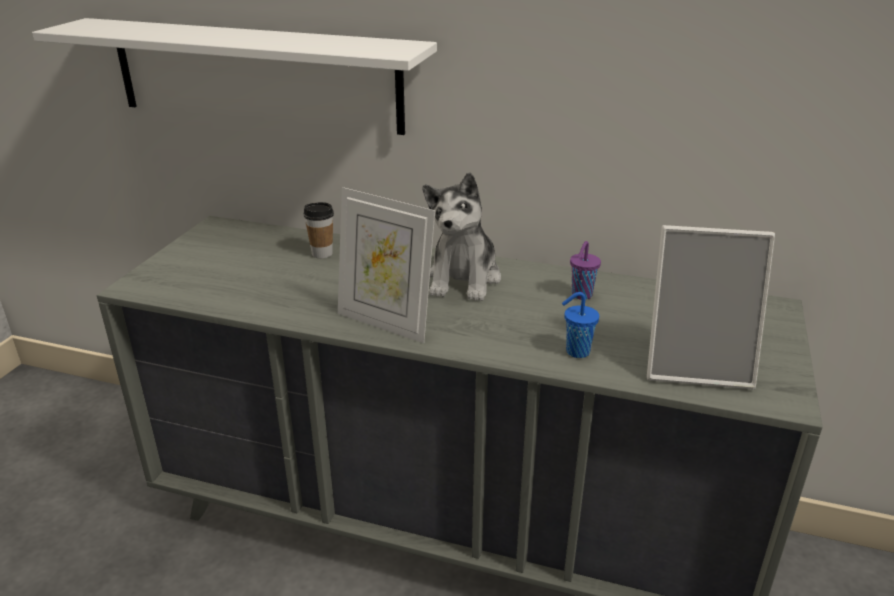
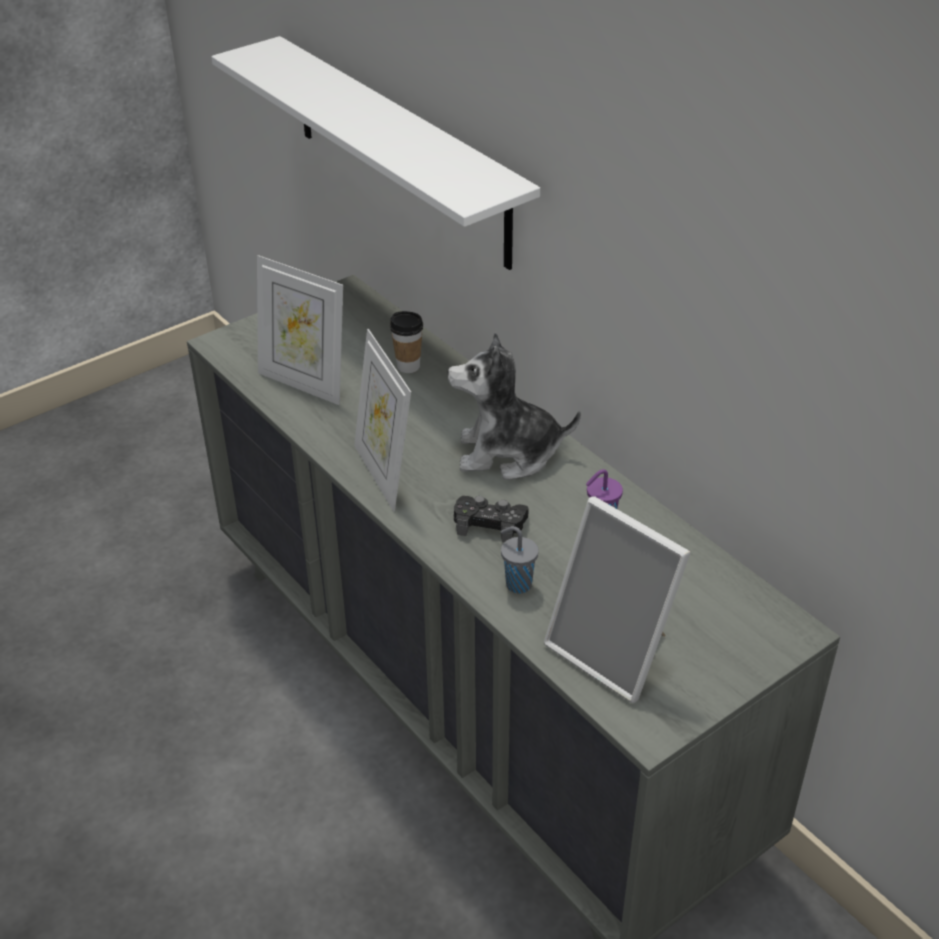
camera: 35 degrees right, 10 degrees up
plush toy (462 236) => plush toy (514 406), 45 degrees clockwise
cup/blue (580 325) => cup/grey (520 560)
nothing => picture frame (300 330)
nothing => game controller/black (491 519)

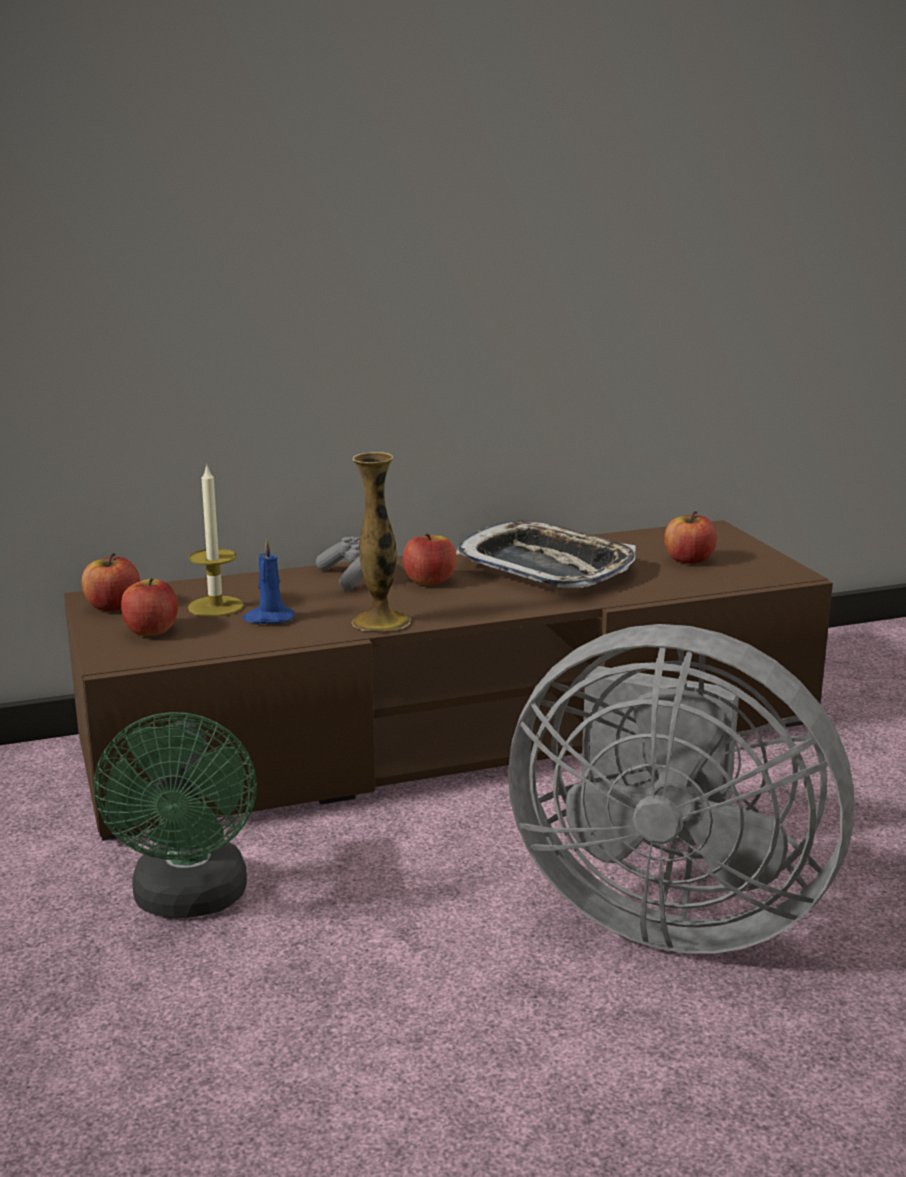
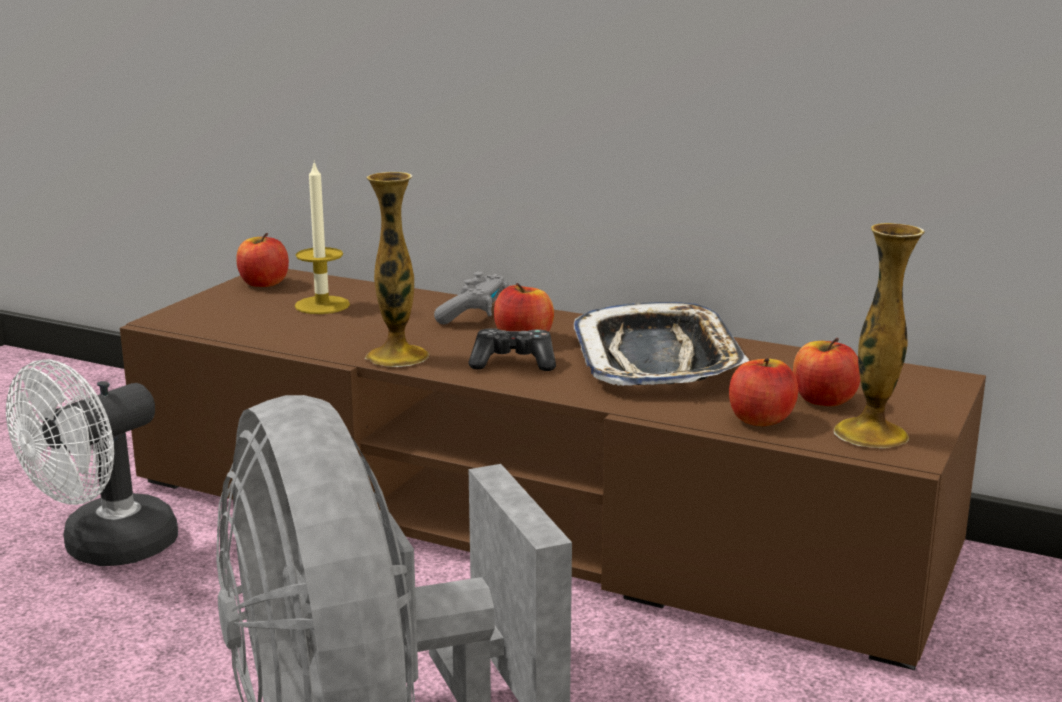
camera: 45 degrees right, 0 degrees up
fan/green (175 815) => fan/white (92 462)
apple (149 607) => apple (763 392), shifted
candle/blue (268 581) => nothing
nothing => game controller (512 349)
nothing => vase (879 335)

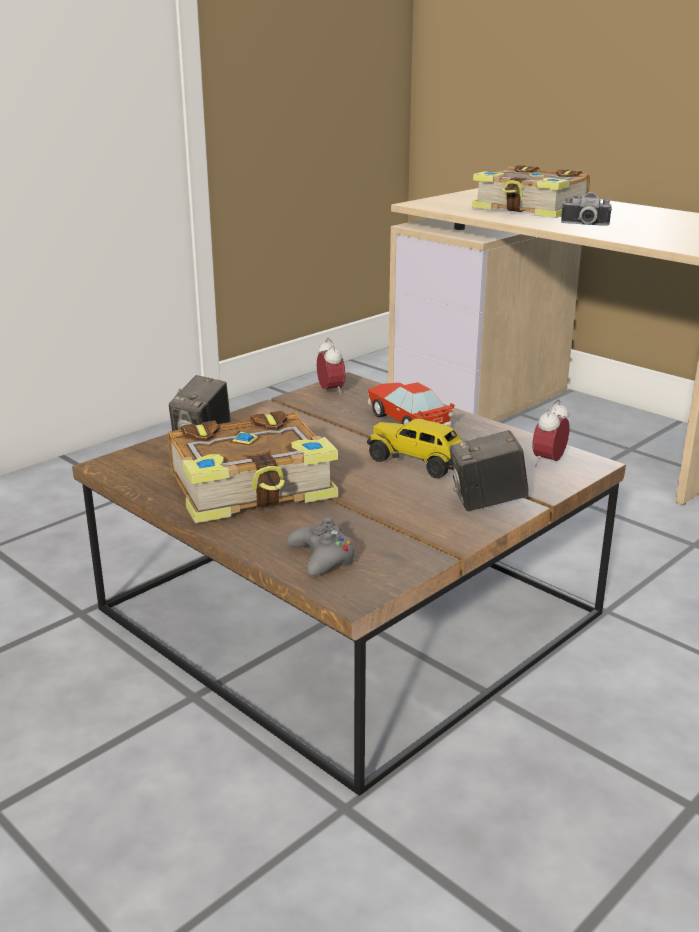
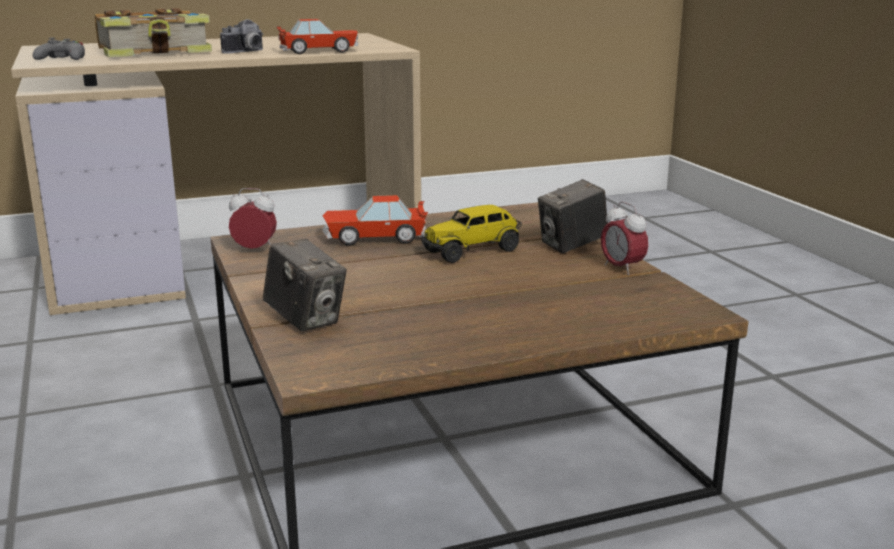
camera: 65 degrees left, 5 degrees down
book (253 466) => nothing
game controller/grey (321 546) => game controller/grey (59 49), shifted
photo camera (489 470) => photo camera (573 216), 45 degrees clockwise
alarm clock (551 433) => alarm clock (624 238), shifted
nothing => toy car (318 36)

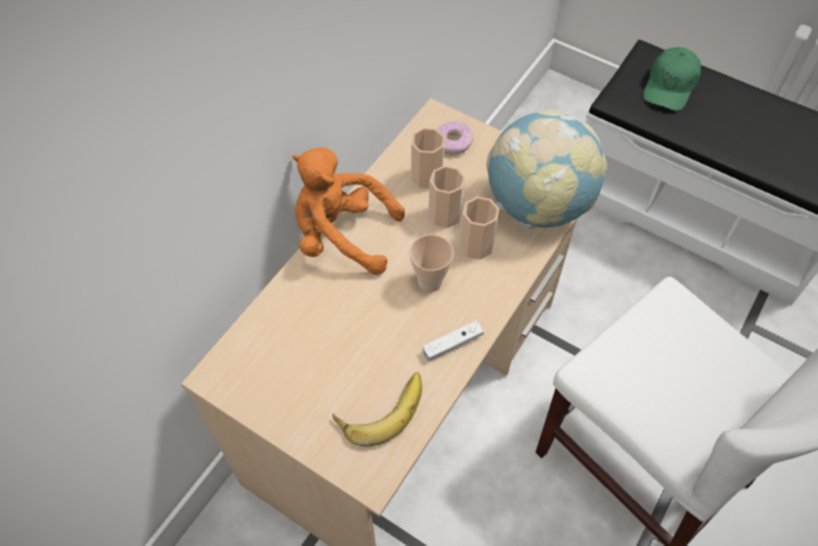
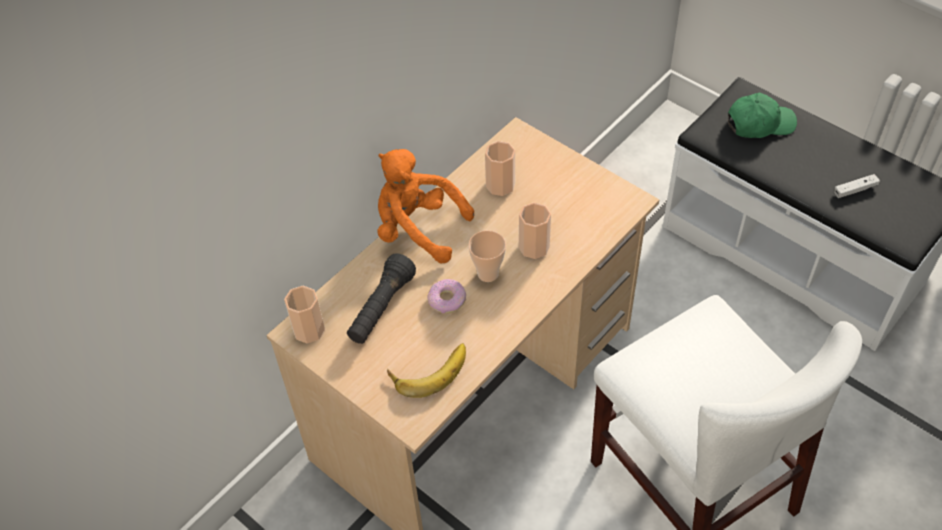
camera: 10 degrees right, 5 degrees down
game controller/white (453 341) => game controller/white (857 186), shifted
cup (446 197) => cup (304 315), shifted
donut (455 137) => donut (446 296), shifted
globe (546 169) => nothing
cap/green (672 79) => cap/green (762 115), 135 degrees counterclockwise
nothing => flashlight/black (381 298)

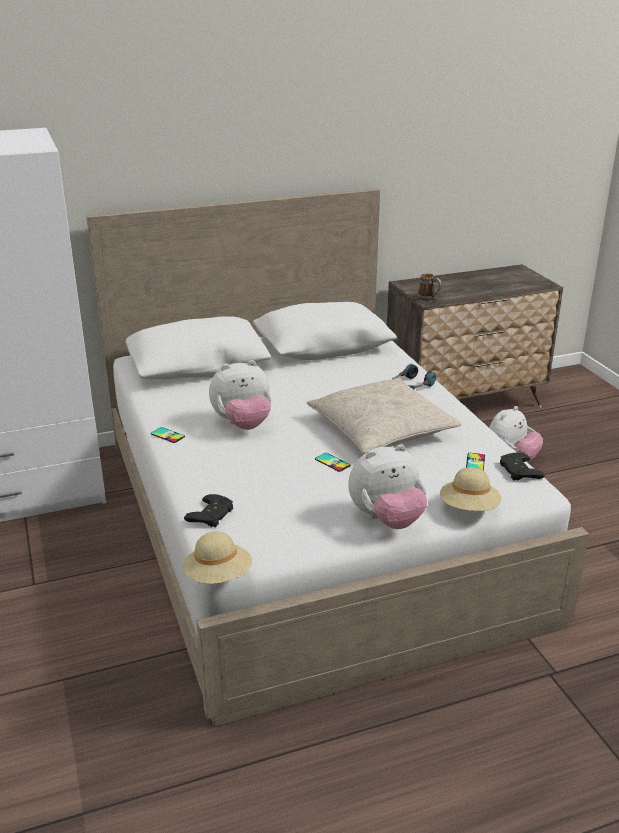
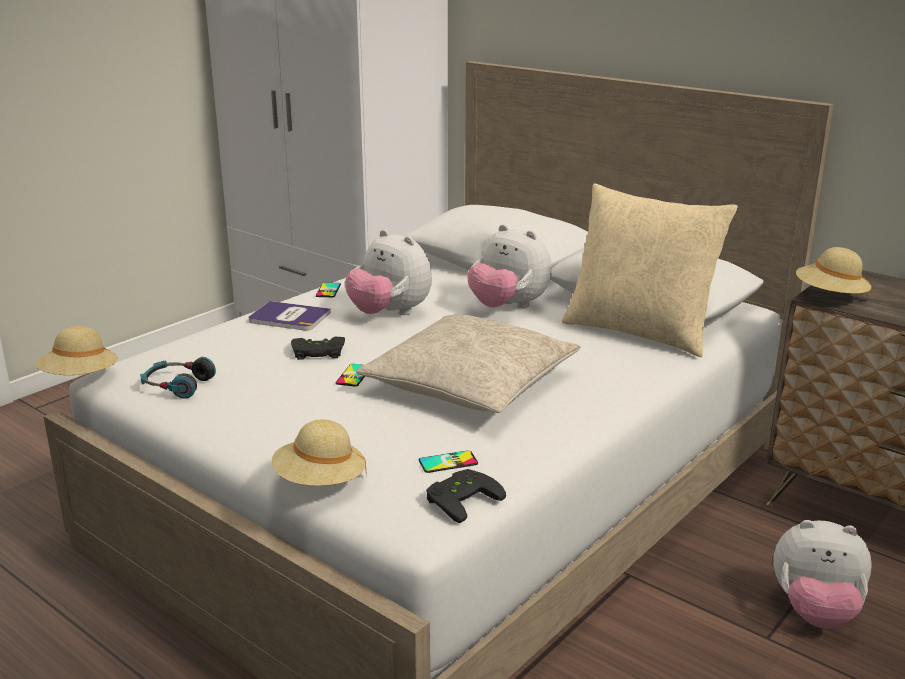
camera: 60 degrees right, 5 degrees down
game controller/black (208 510) => game controller/black (318 348), shifted
plush toy (387 486) => plush toy (510 266), shifted
headphones (414 376) => headphones (178 378), shifted
mug (429 287) => hat/beige (834 272)
nothing => book (289 315)
nothing => pillow/beige (650 270)

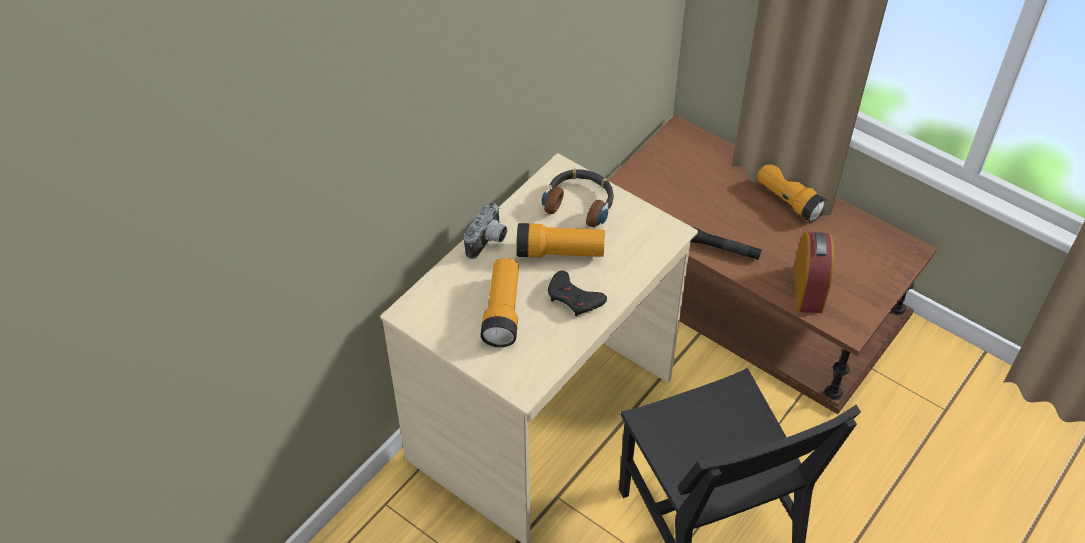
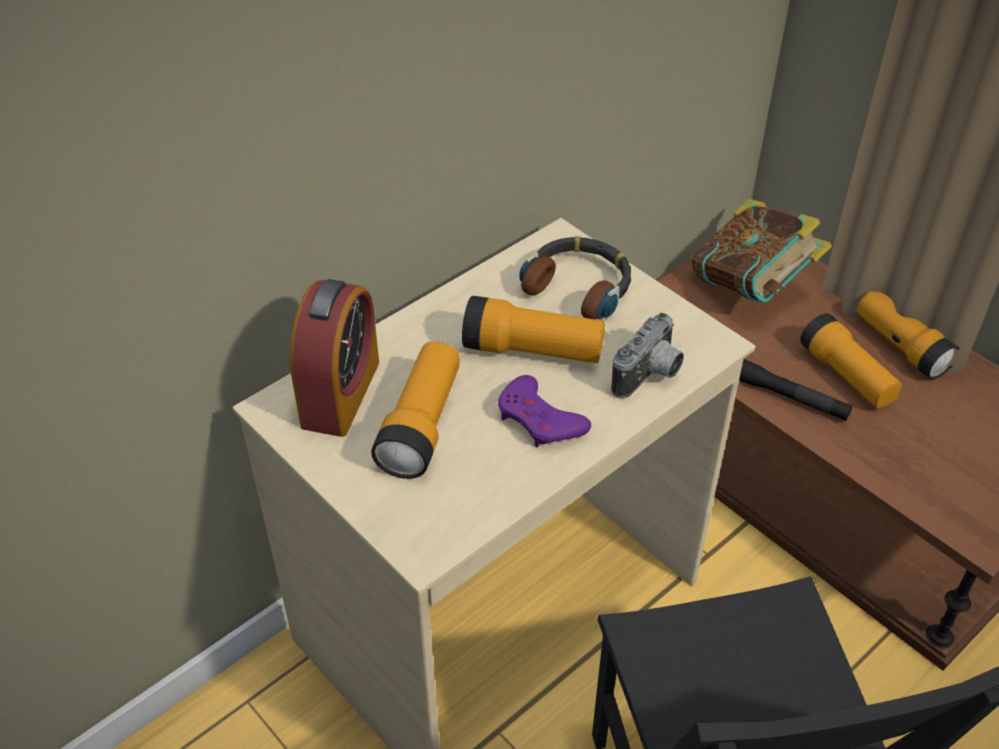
camera: 10 degrees right, 5 degrees down
photo camera (485 231) => photo camera (647 355), shifted
game controller/black (577 294) => game controller/purple (544 411)
alarm clock (814 272) => alarm clock (334 358), shifted
nothing => book (762 251)
nothing => flashlight (851 361)

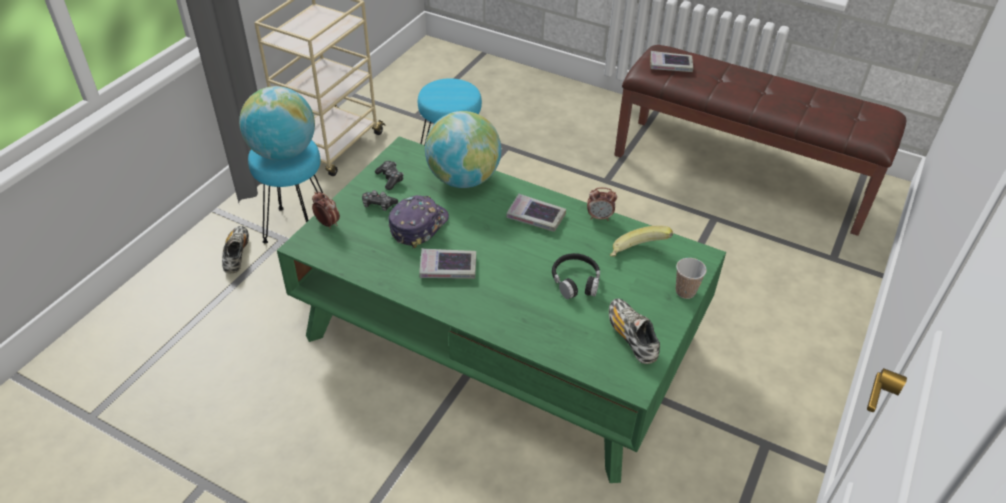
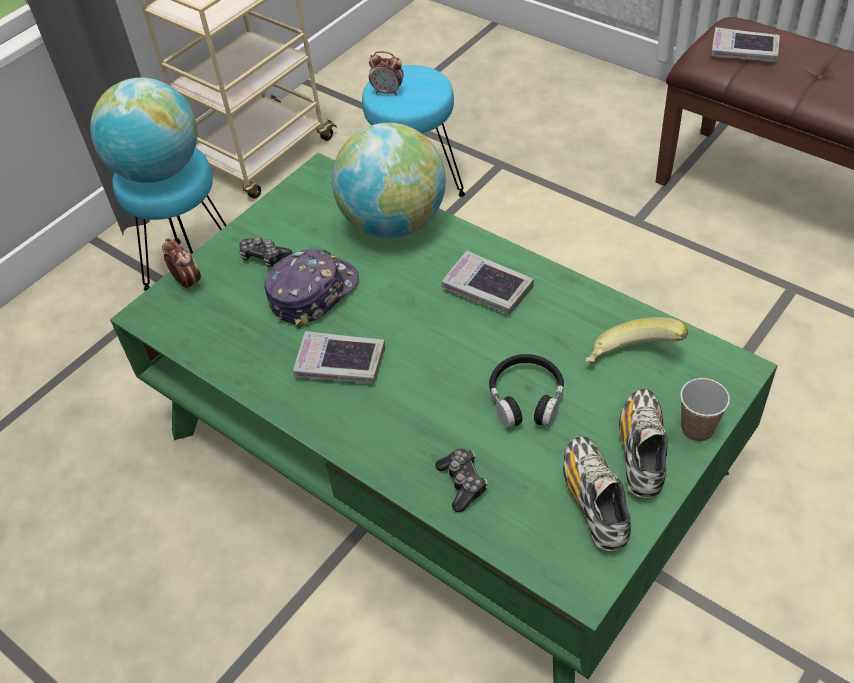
camera: 15 degrees right, 5 degrees up
shoe (235 249) => shoe (643 444), shifted
game controller (389 175) => game controller (461 480), shifted
alarm clock (602 204) => alarm clock (386 73), shifted

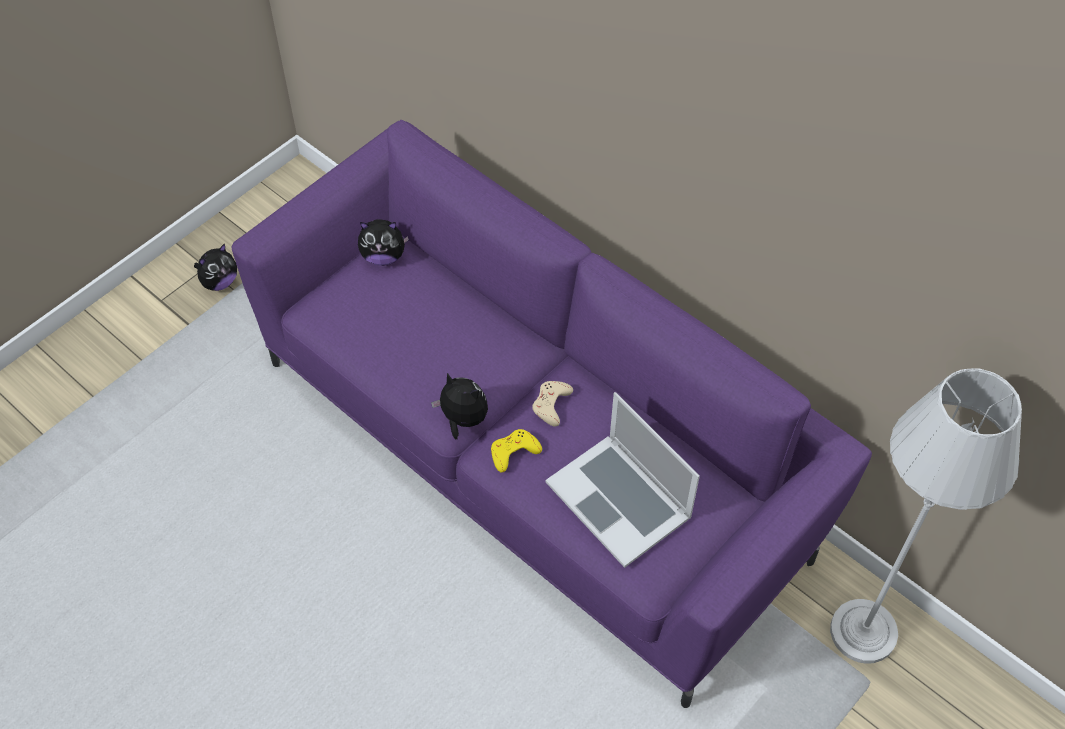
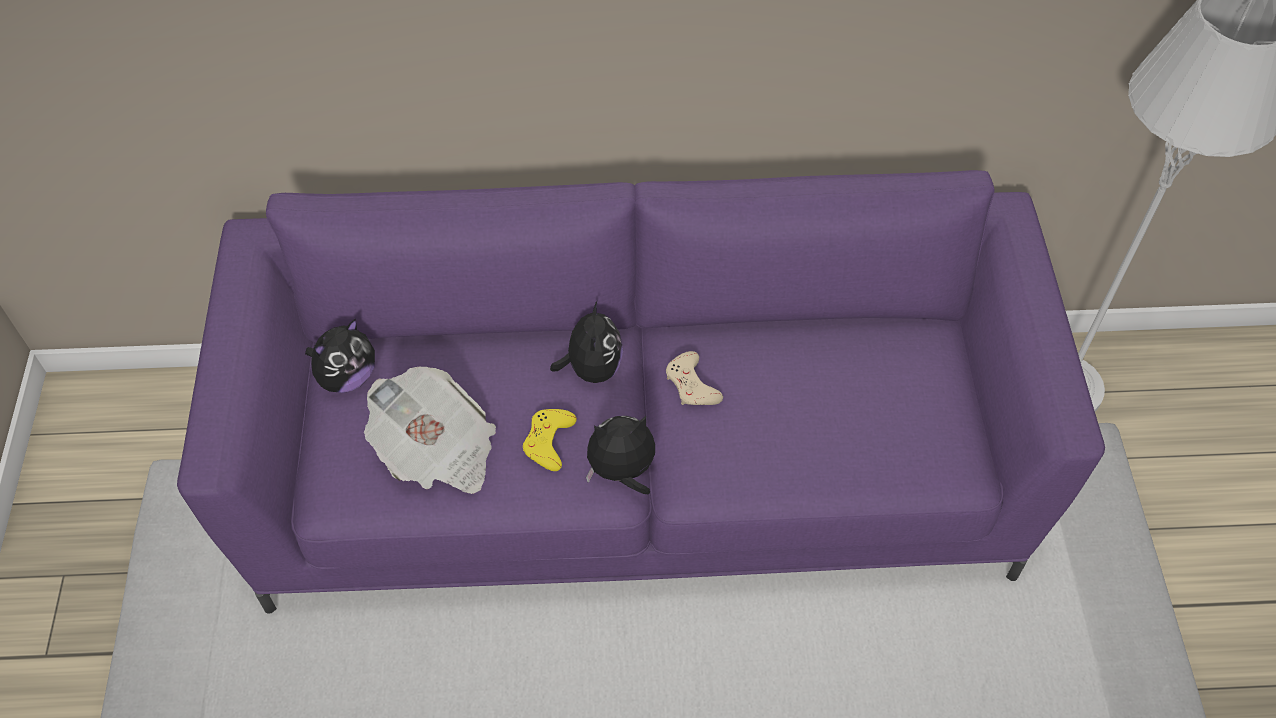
camera: 45 degrees left, 0 degrees up
plush toy (215 267) => plush toy (586 342), shifted
game controller/yellow (516 450) => game controller/yellow (550 440), shifted
laptop (623 480) => nothing
nothing => newspaper (430 430)

